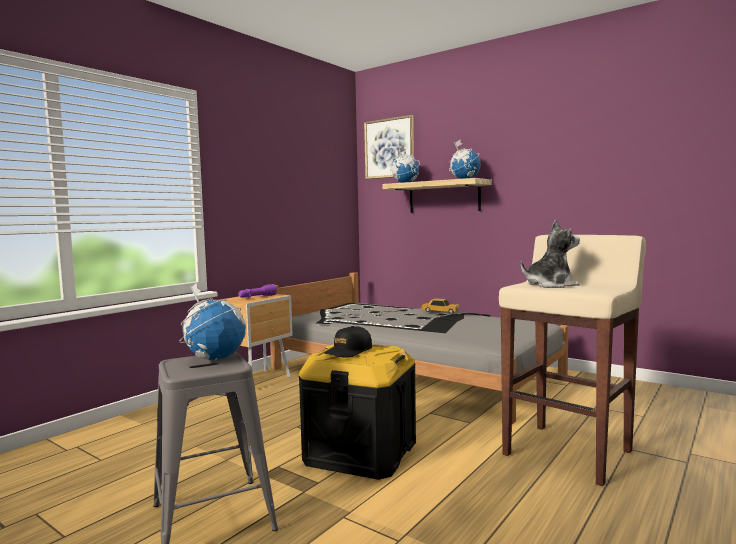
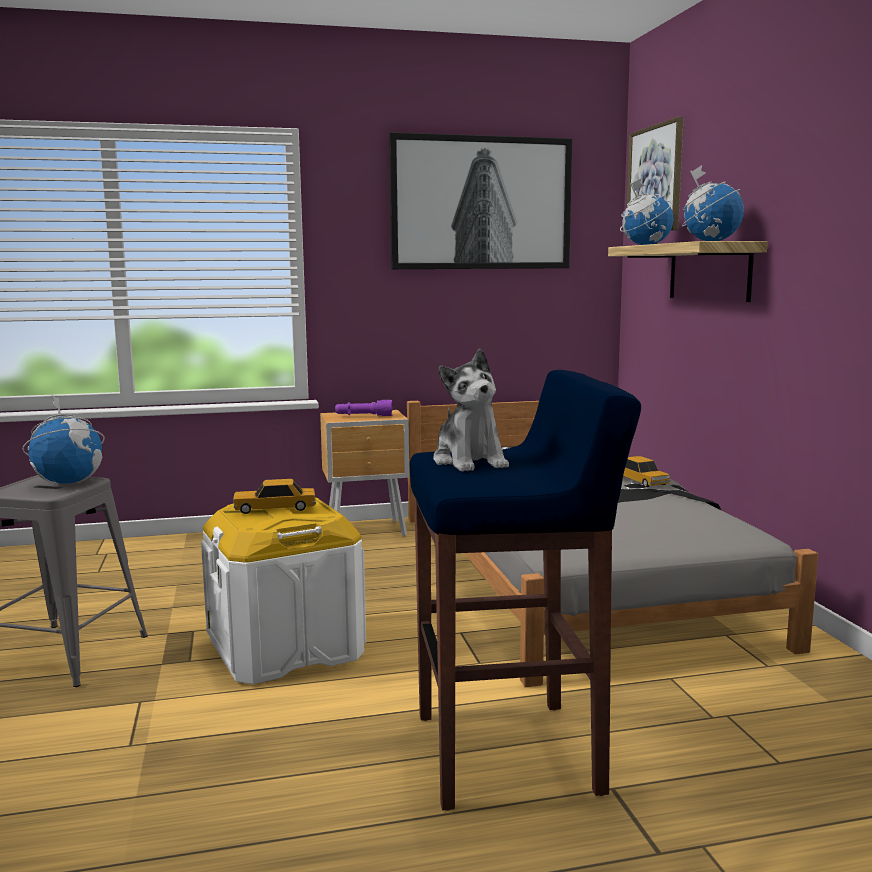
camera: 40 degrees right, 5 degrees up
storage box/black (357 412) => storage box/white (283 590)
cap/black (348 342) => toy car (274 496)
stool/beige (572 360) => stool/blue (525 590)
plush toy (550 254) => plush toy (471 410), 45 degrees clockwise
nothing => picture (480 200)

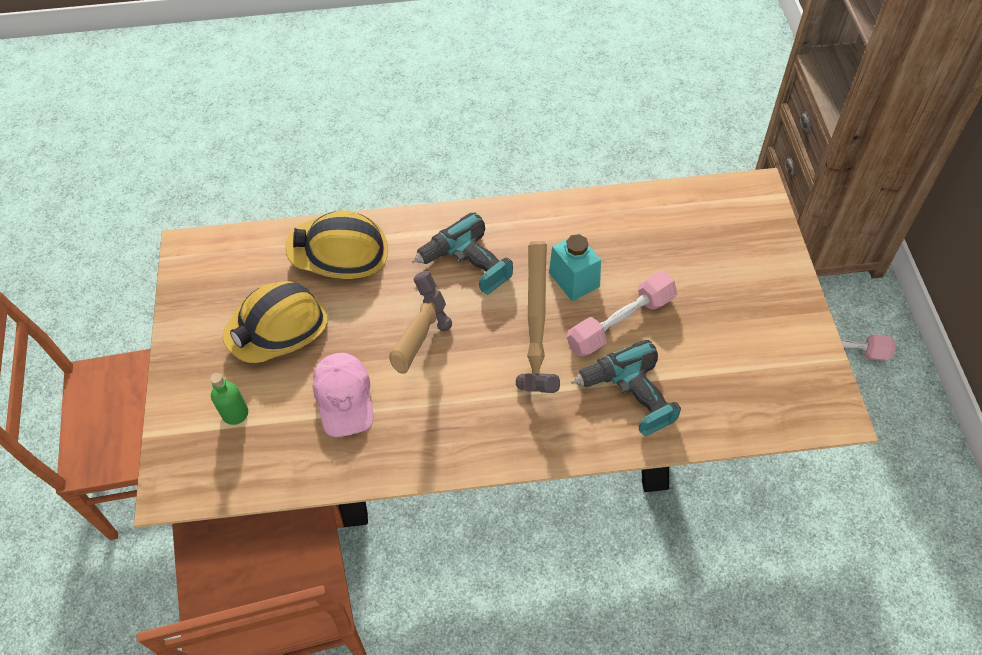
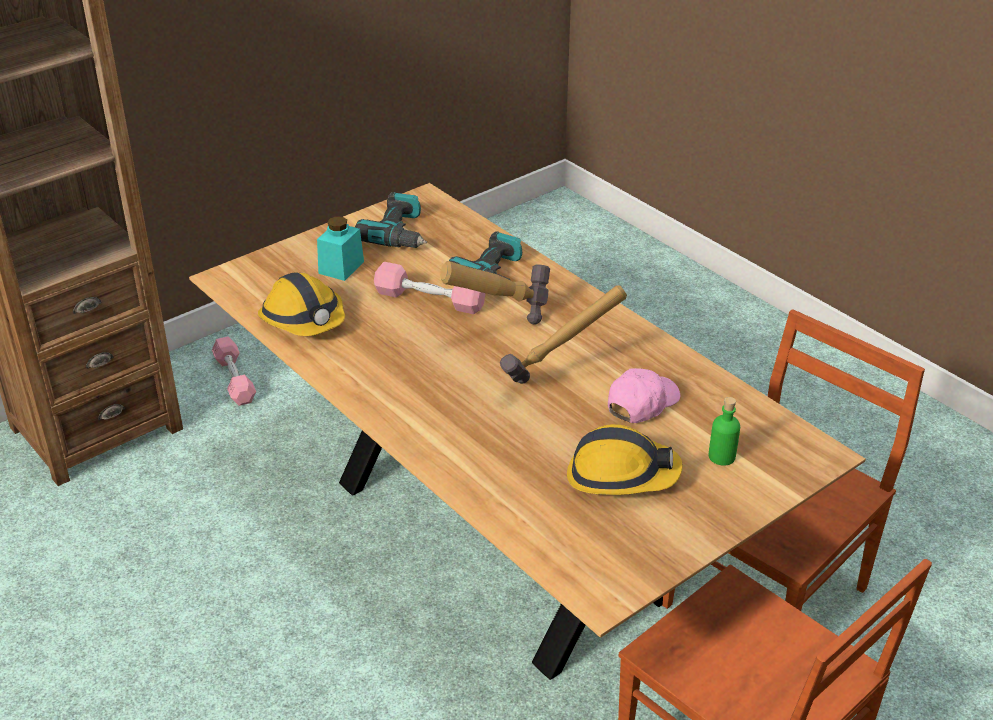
camera: 125 degrees left, 20 degrees down
hard hat (337 244) => hard hat (301 304), shifted
power drill (462 254) => power drill (391 220), shifted
jar/turquoise (575 267) => jar/turquoise (340 248), shifted

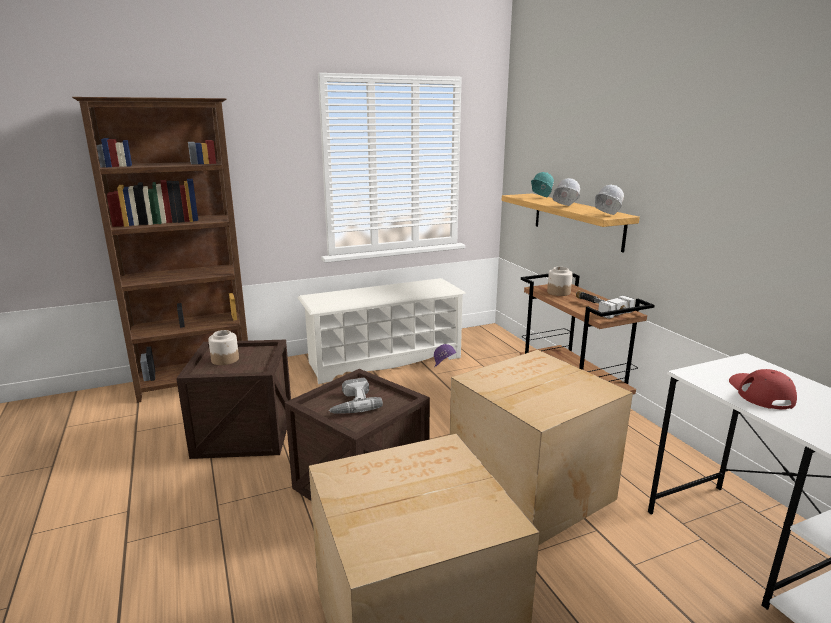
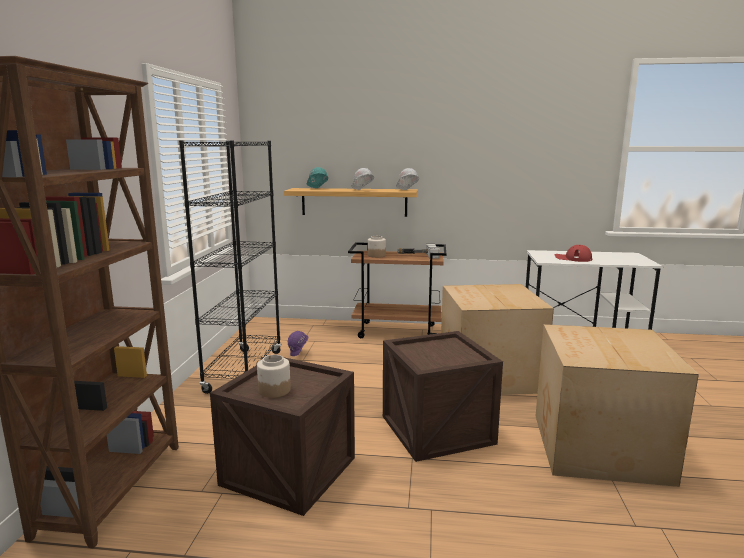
camera: 60 degrees left, 5 degrees down
shoe rack/white (382 331) => bookcase/black (230 267)
power drill (356 396) => nothing

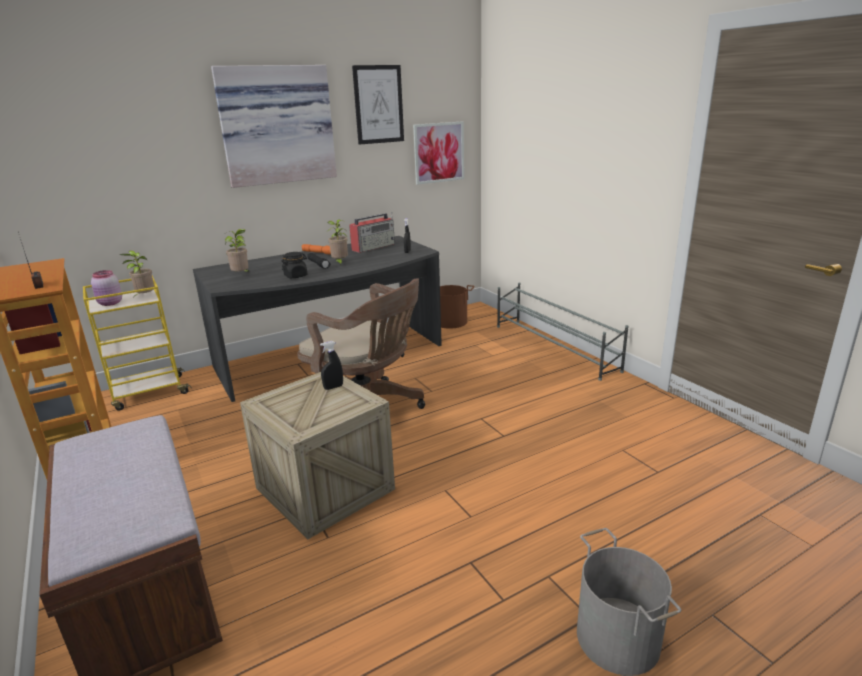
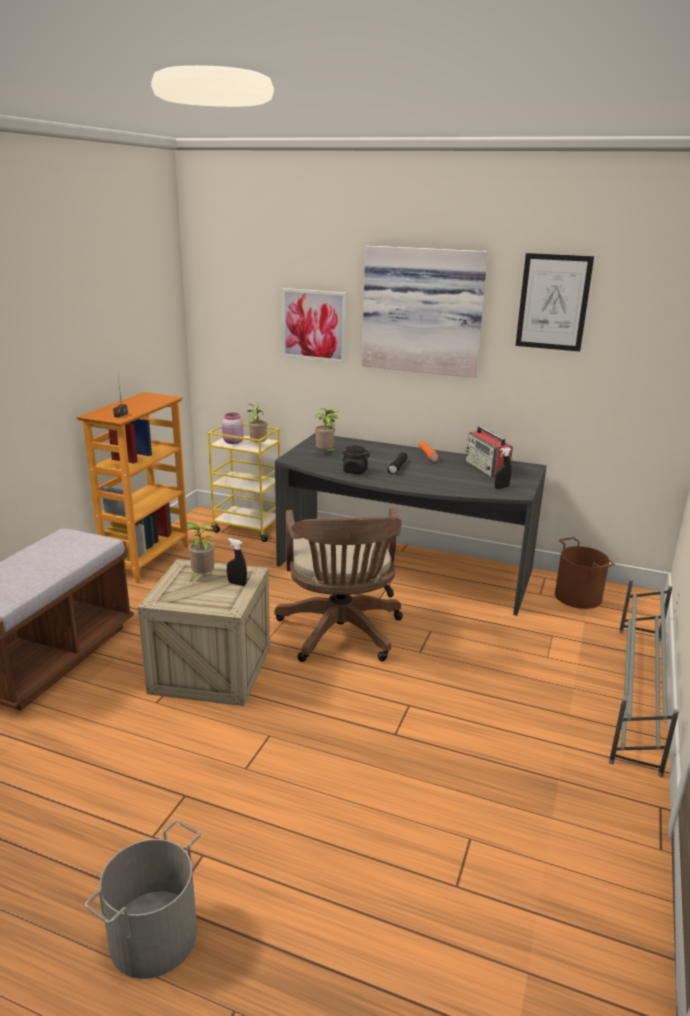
camera: 50 degrees right, 0 degrees up
potted plant (337 242) => potted plant (199 552), shifted
radio (372 232) => radio (489 452), 60 degrees clockwise
picture (438 153) => picture (314 325), shifted

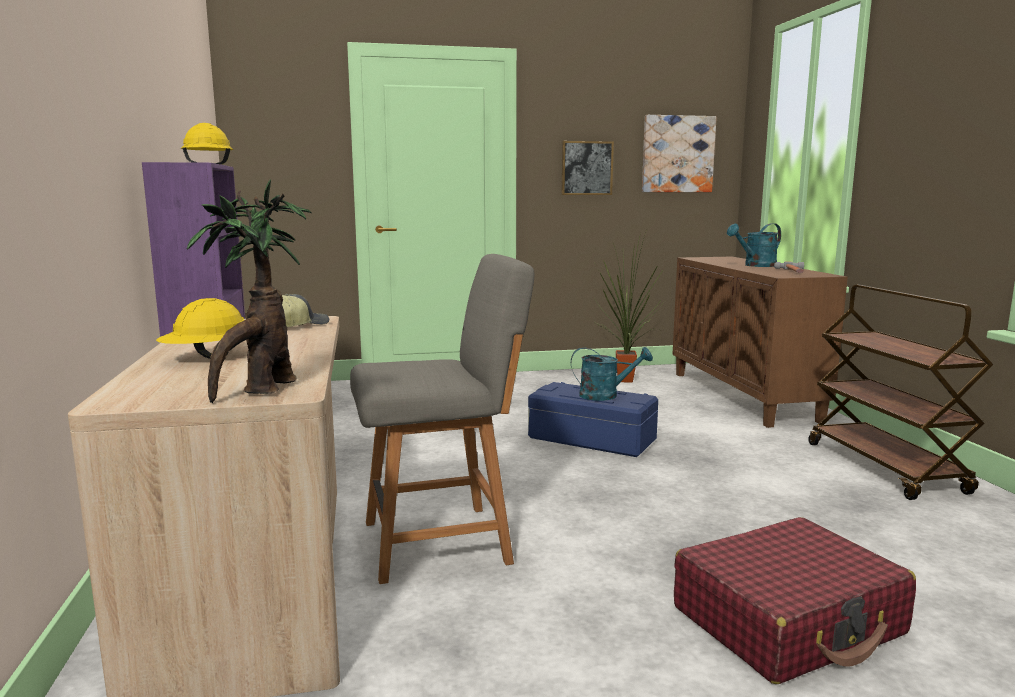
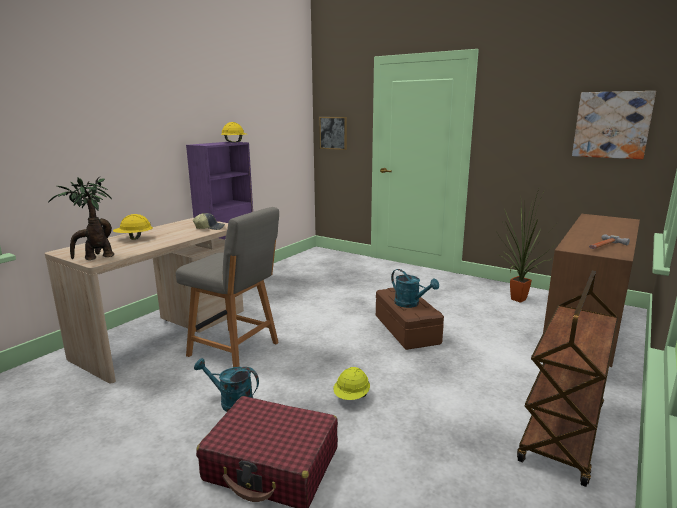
camera: 45 degrees right, 5 degrees up
storage box/blue (593 419) => storage box/brown (410 318)
picture (588 168) => picture (333 133), shifted
watering can/turquoise (754 245) => watering can/turquoise (226 385), shifted
nothing => hard hat/yellow (351 383)

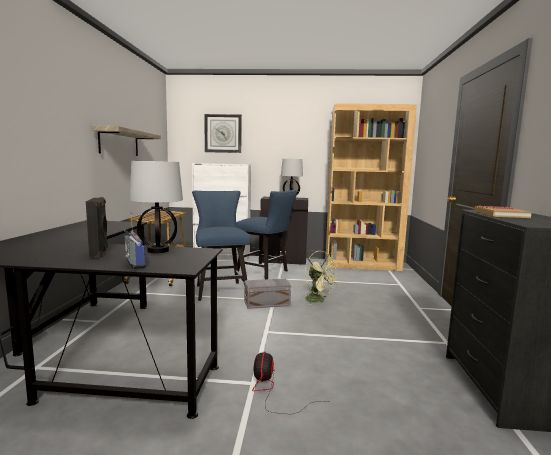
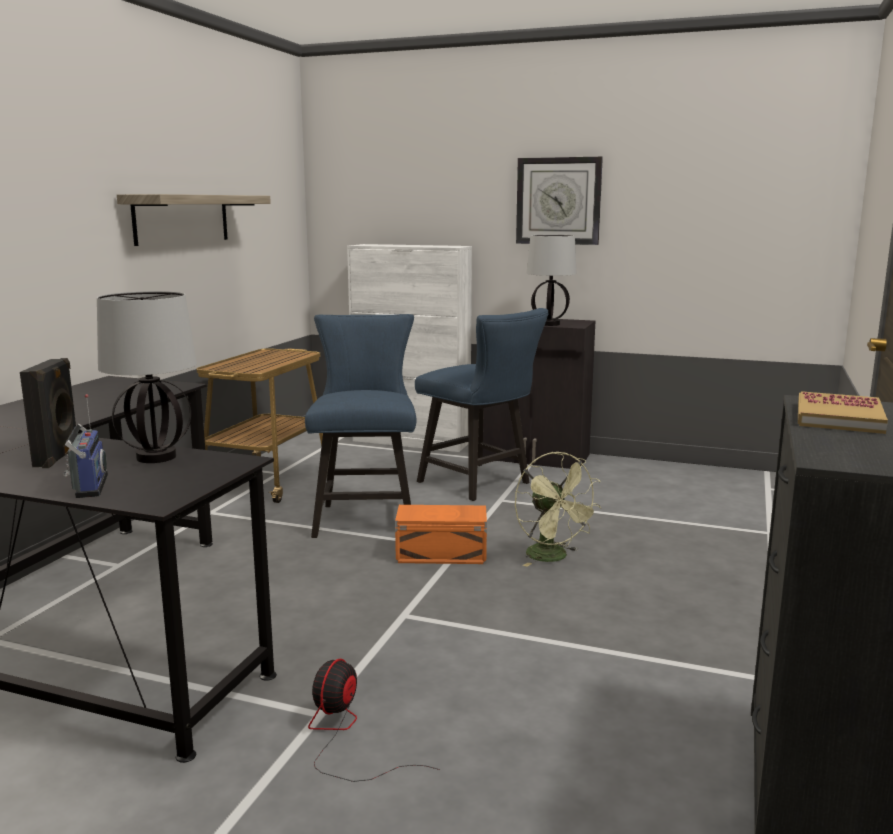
camera: 15 degrees right, 5 degrees up
wall clock (223 133) => wall clock (559 201), shifted
storage box/grey (267 293) => storage box/orange (441 534)
bookcase/brown (371 187) => nothing

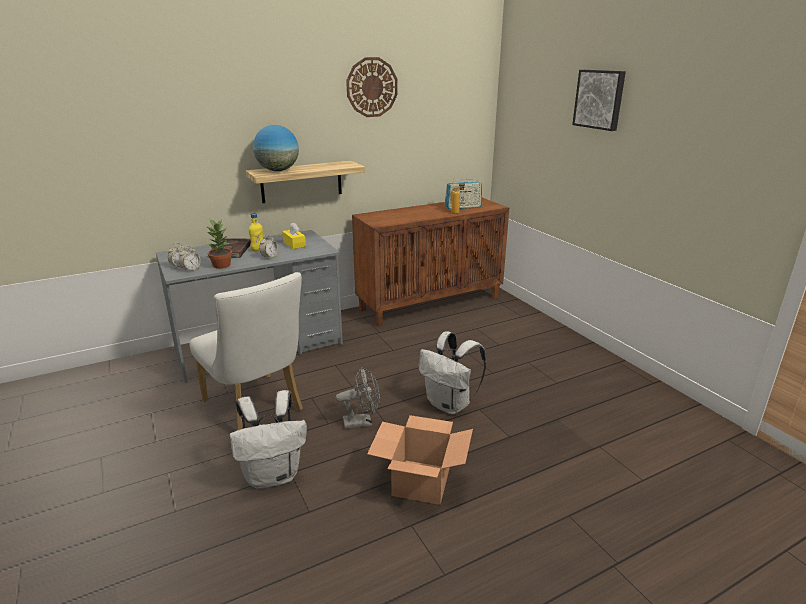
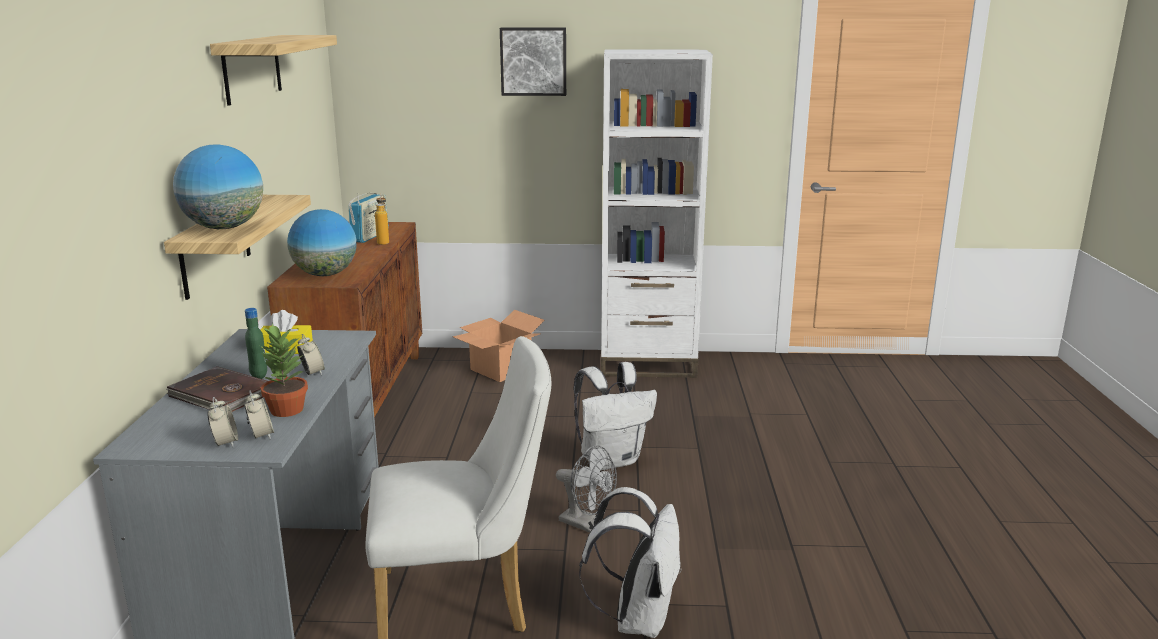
camera: 60 degrees left, 5 degrees down
bottle/yellow (256 232) => bottle/green (256 343)
fan/grey (358 398) => fan/grey (586 489), 105 degrees clockwise
wall clock (372 87) => shelf (273 70)
cardboard box (420 460) => cardboard box (499 346), shifted
nothing => globe (322 242)
nothing => bookcase/white (657 213)

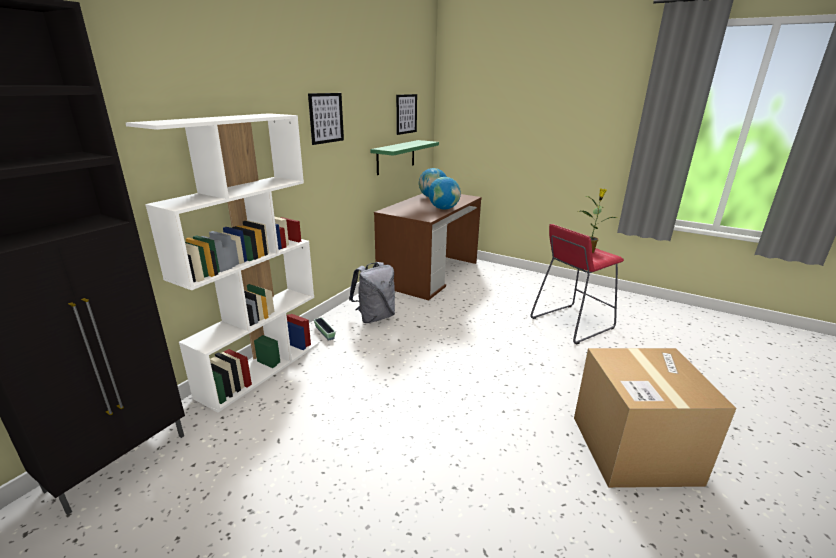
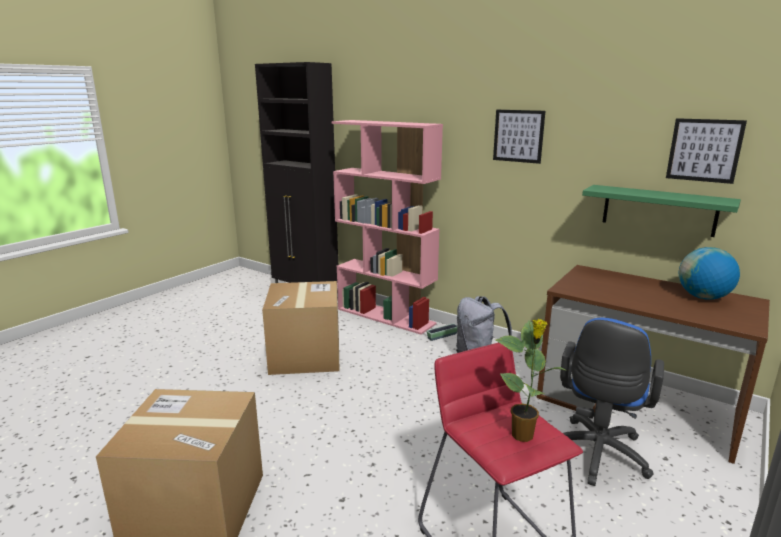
camera: 95 degrees right, 5 degrees down
bookcase/white (222 263) => bookcase/pink (387 227)
globe (444 193) => nothing
nothing => cardboard box (300 328)
nothing => office chair/blue (612 402)

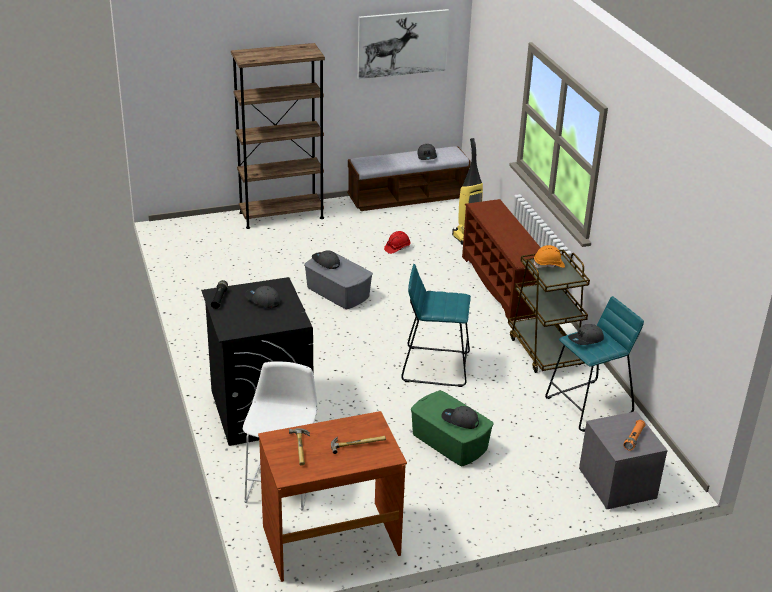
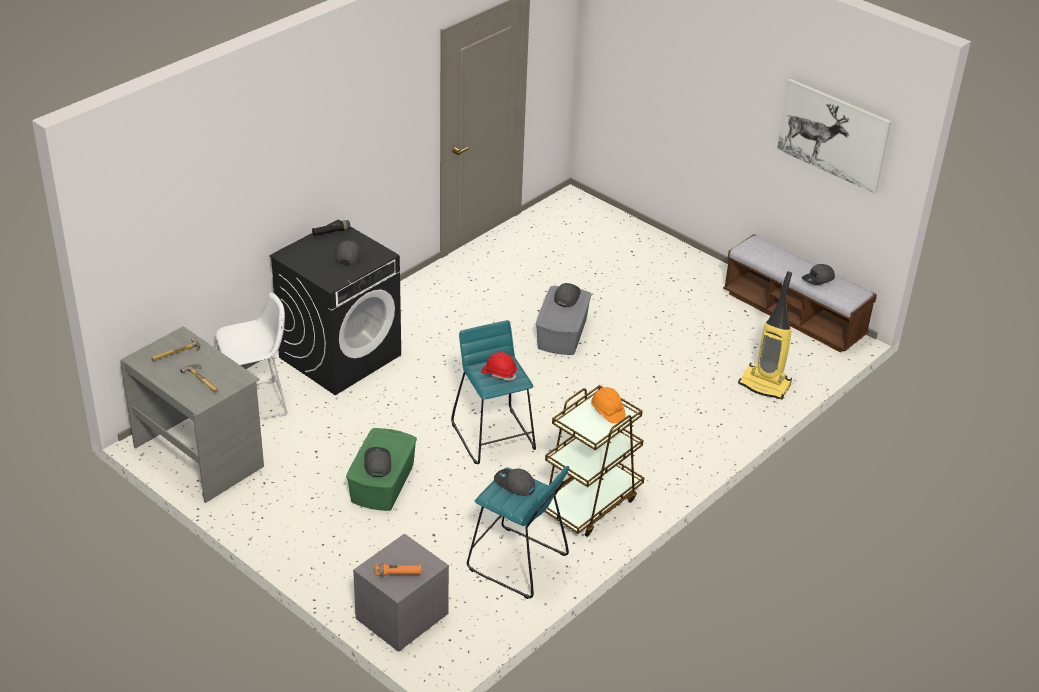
camera: 60 degrees right, 5 degrees up
bookcase/brown (278 136) => nothing
desk/brown (332 496) => desk/grey (192 414)
hard hat/red (397 242) => hard hat/red (499 366), shifted
shoe rack/brown (501 260) => nothing

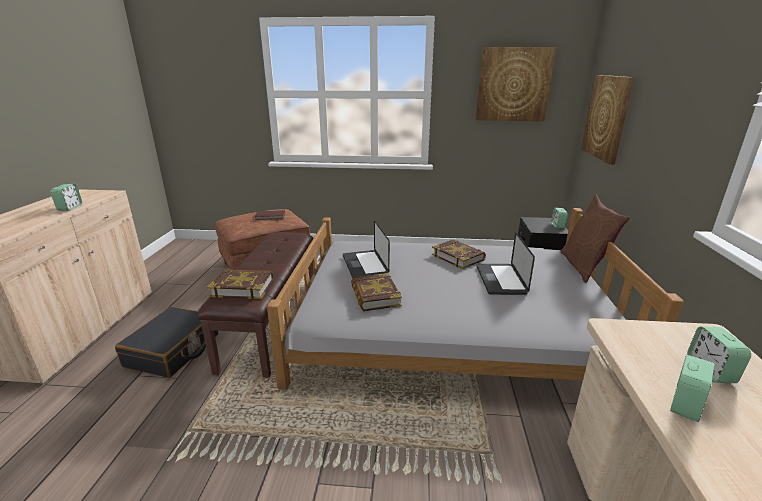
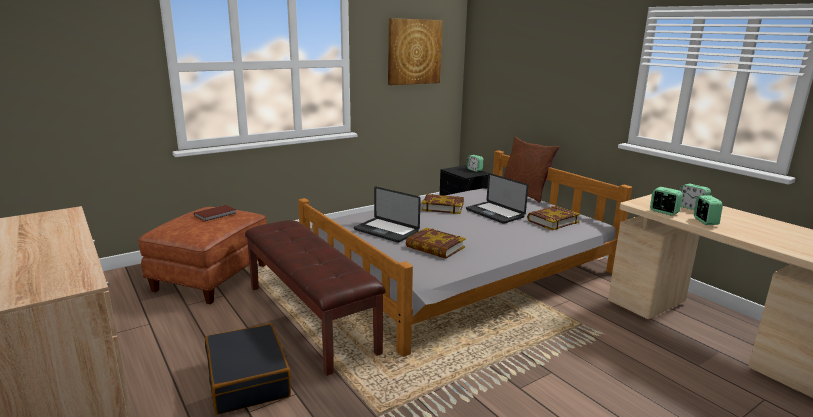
camera: 40 degrees left, 5 degrees down
alarm clock (66 197) => alarm clock (666 201), shifted
book (240 284) => book (553 218), shifted
picture (608 120) => nothing

